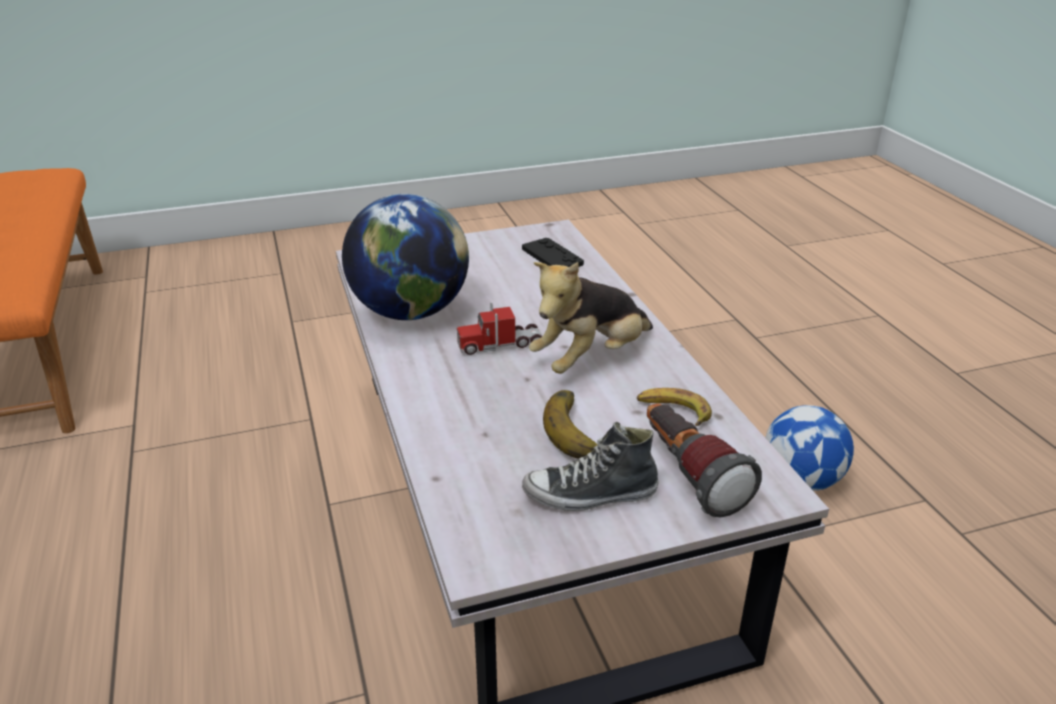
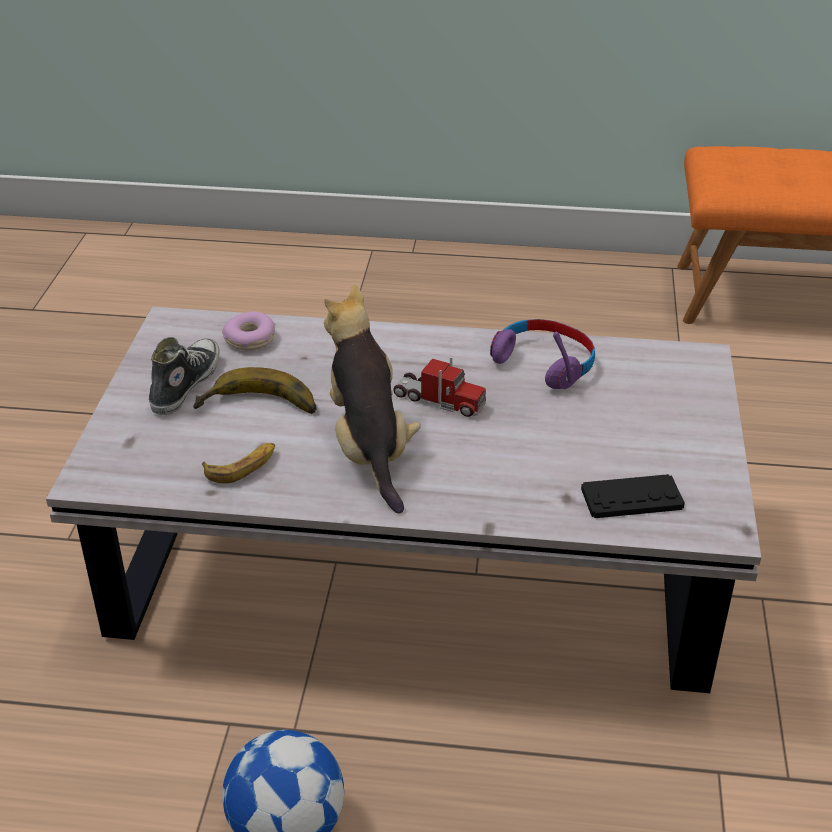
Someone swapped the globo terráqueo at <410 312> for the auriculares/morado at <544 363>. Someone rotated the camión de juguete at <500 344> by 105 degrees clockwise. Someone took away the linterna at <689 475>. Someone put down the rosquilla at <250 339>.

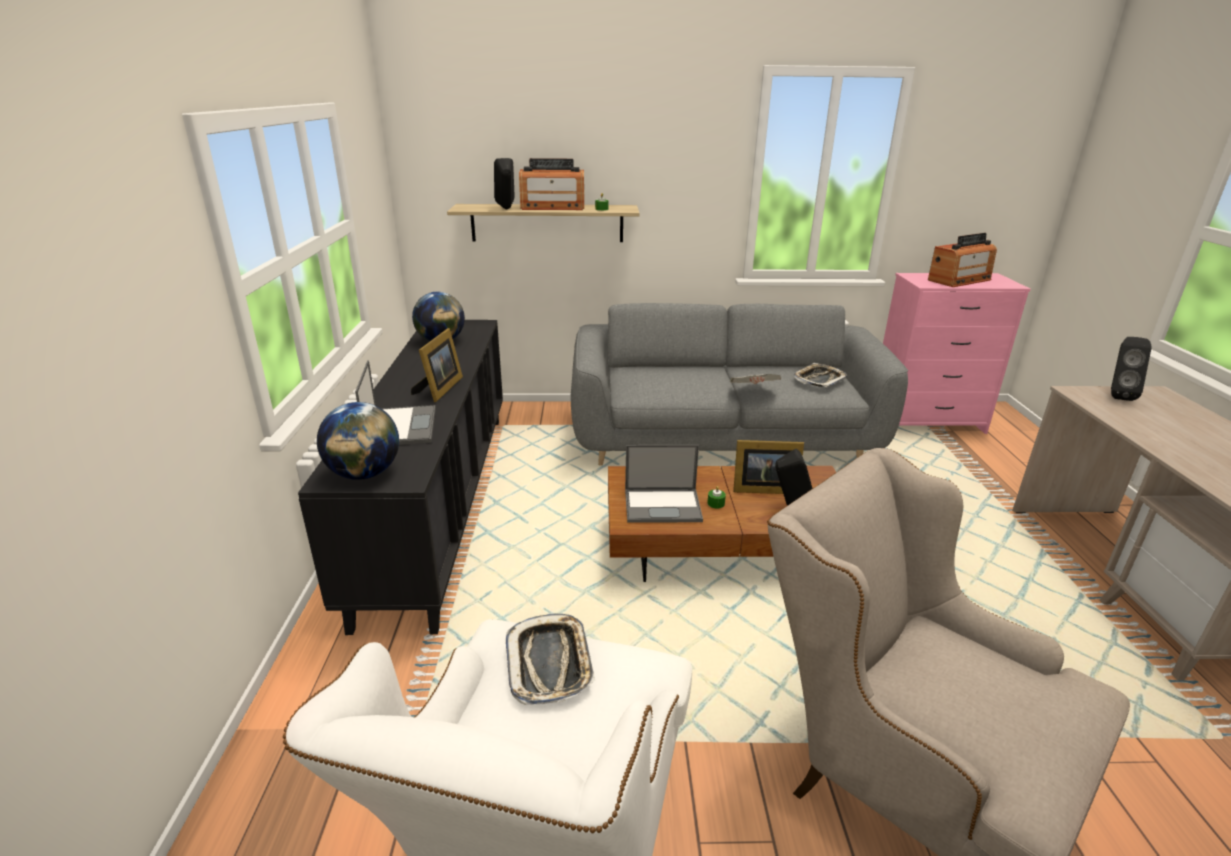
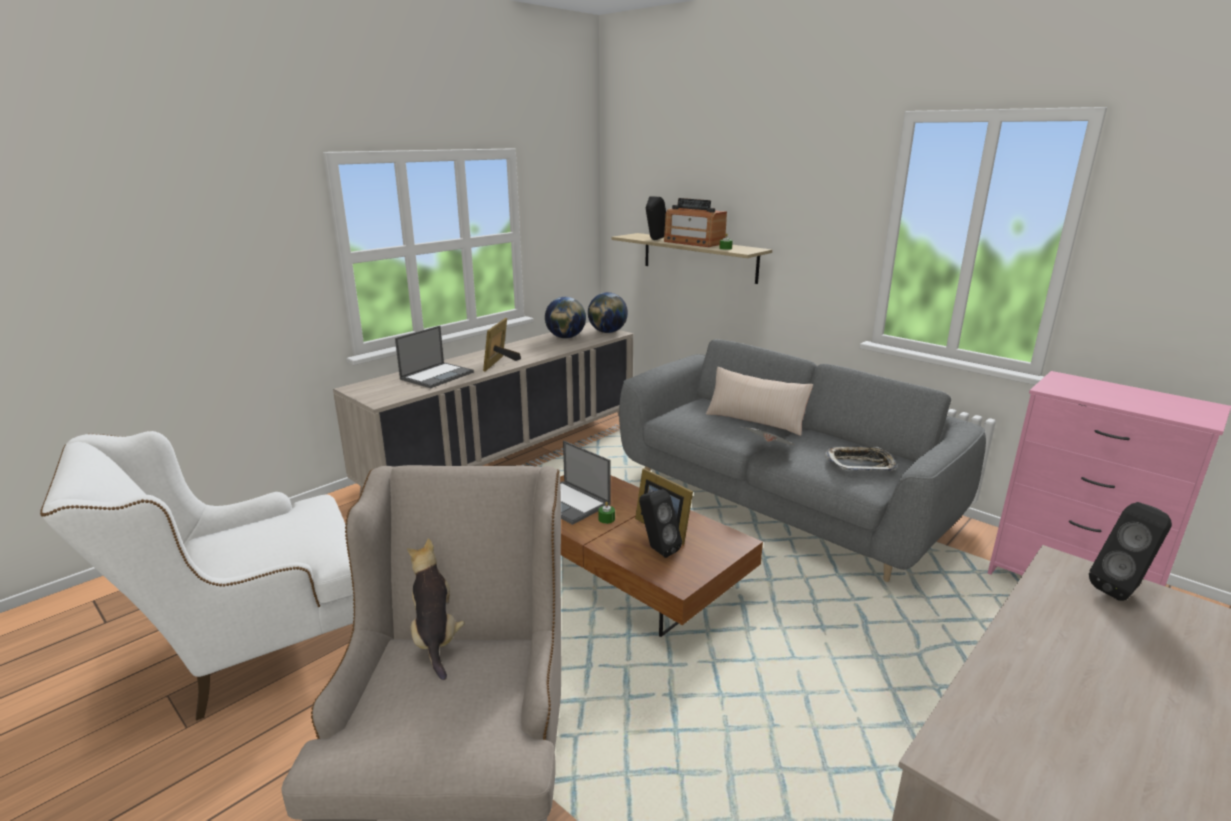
Someone took away the radio at <959 280>. Someone repainted the armario/negro at <439 504>, which became the armario/beis at <507 458>. Someone rotated the portarretratos at <440 389> by 135 degrees clockwise. Someone carried the globo terráqueo from <364 474> to <607 332>. Someone took away the bandeja at <550 663>. Someone put down the cojín/beis at <755 421>. Someone put down the peluche at <436 637>.

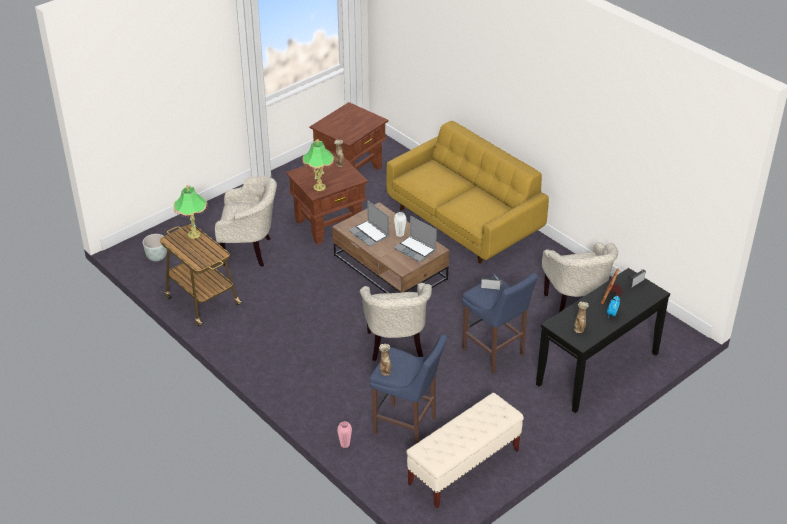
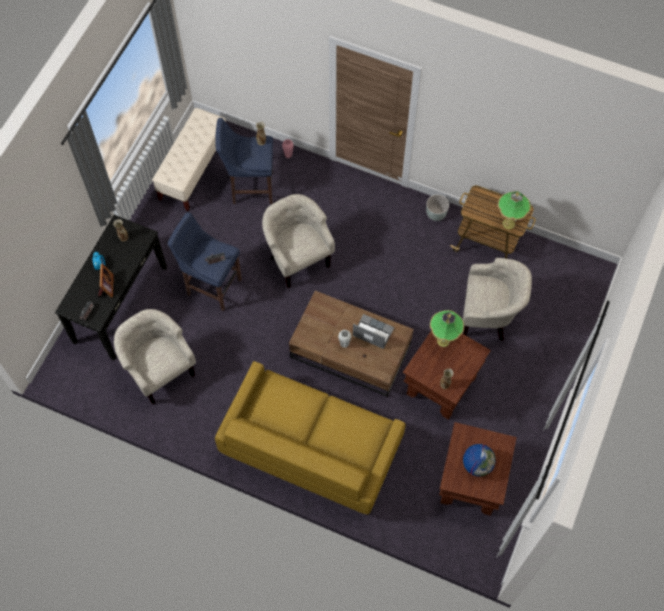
Someone rotated the sillón/beis at <250 251> by 150 degrees counterclockwise. Someone took away the portátil at <415 249>. Someone carried the maceta/gris from <157 257> to <435 214>. Someone put down the globo terráqueo at <477 464>.

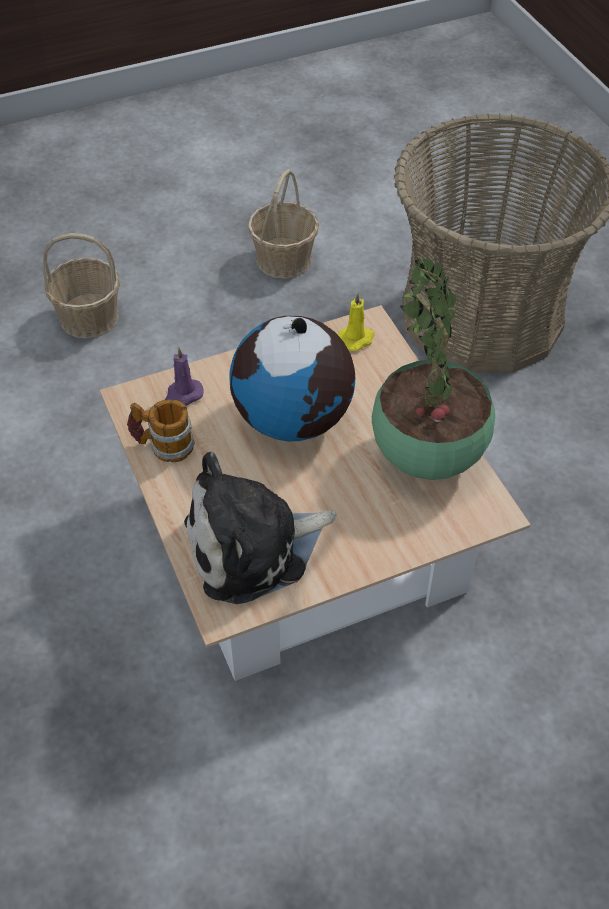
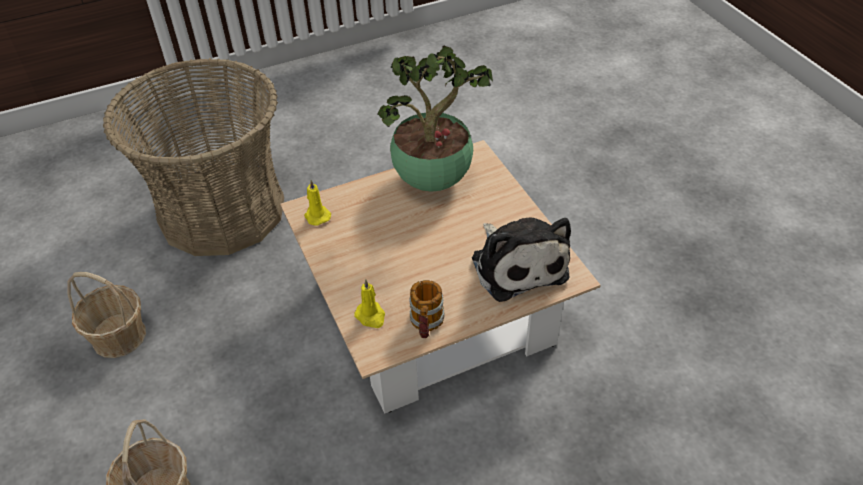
Someone took away the globo terráqueo at <294 419>. Someone repainted the vela/morado at <183 395>, which became the vela/amarillo at <371 316>.

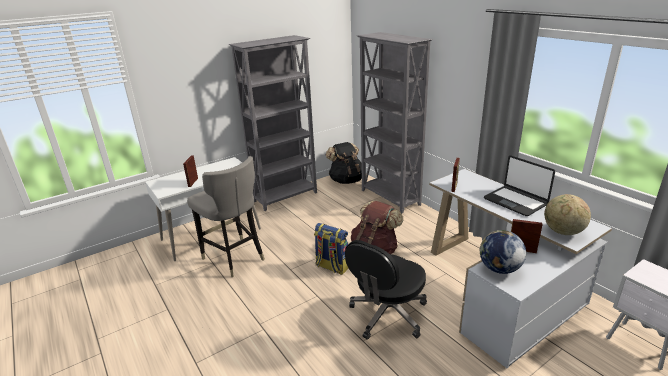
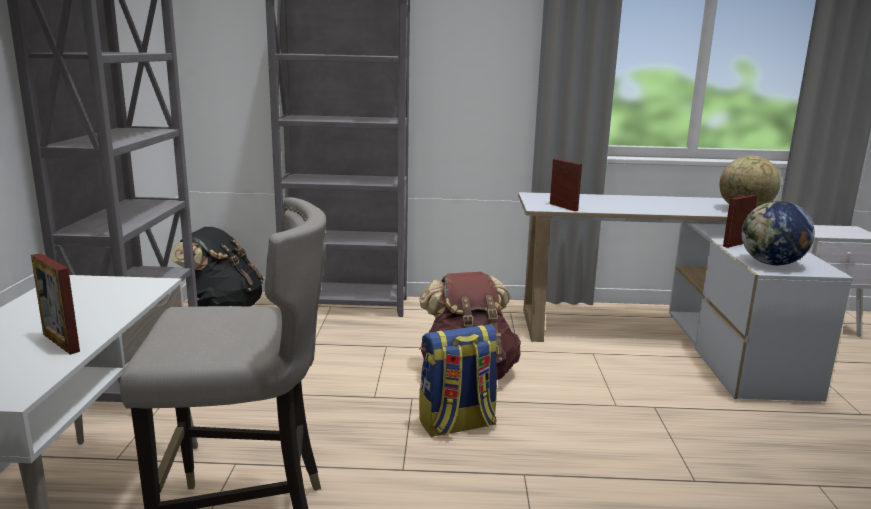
Someone took away the portátil at <515 201>. Someone took away the silla de oficina/negro at <387 315>.

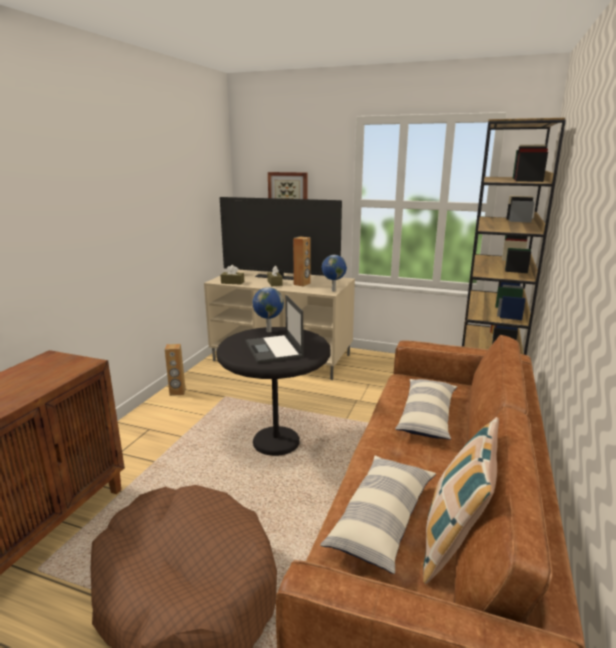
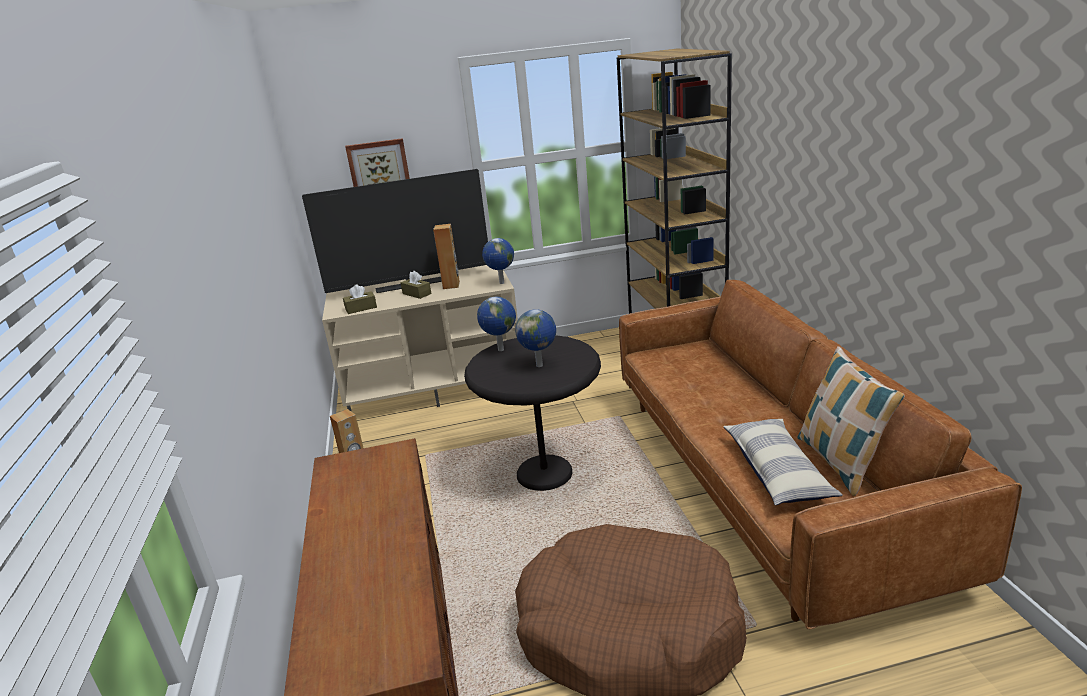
Someone swapped the portátil at <274 349> for the globo terráqueo at <540 365>. Someone took away the cojín at <427 417>.

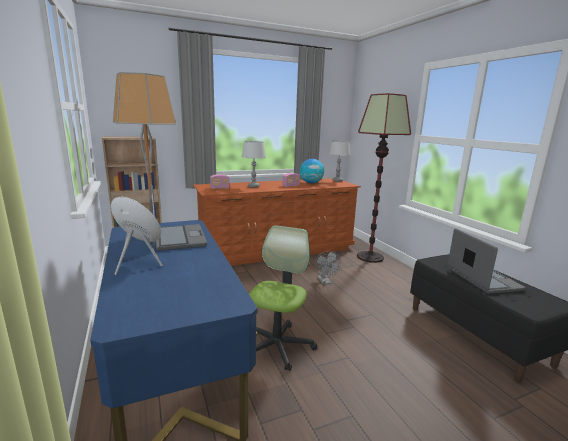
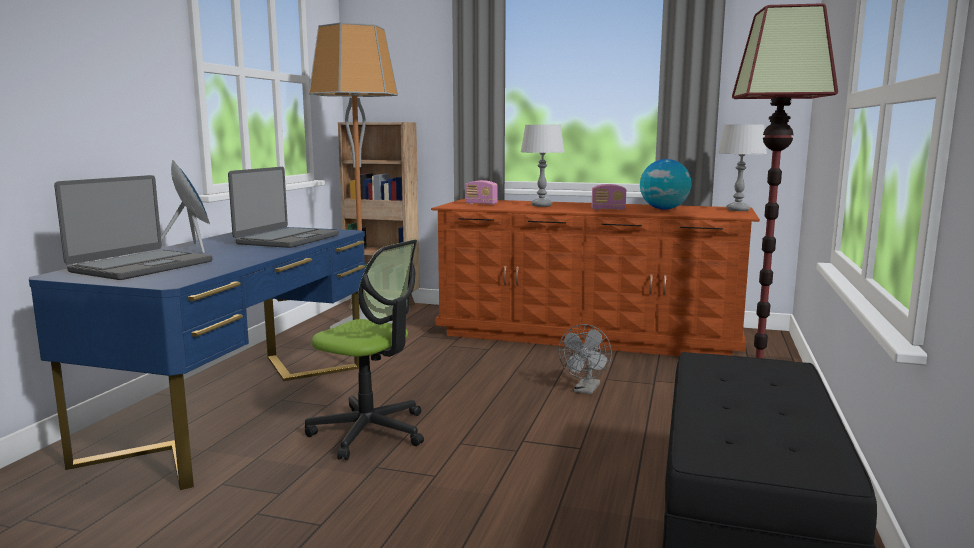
Someone rotated the silla de oficina at <277 346> by 60 degrees clockwise. Someone carried the portátil from <482 279> to <141 266>.

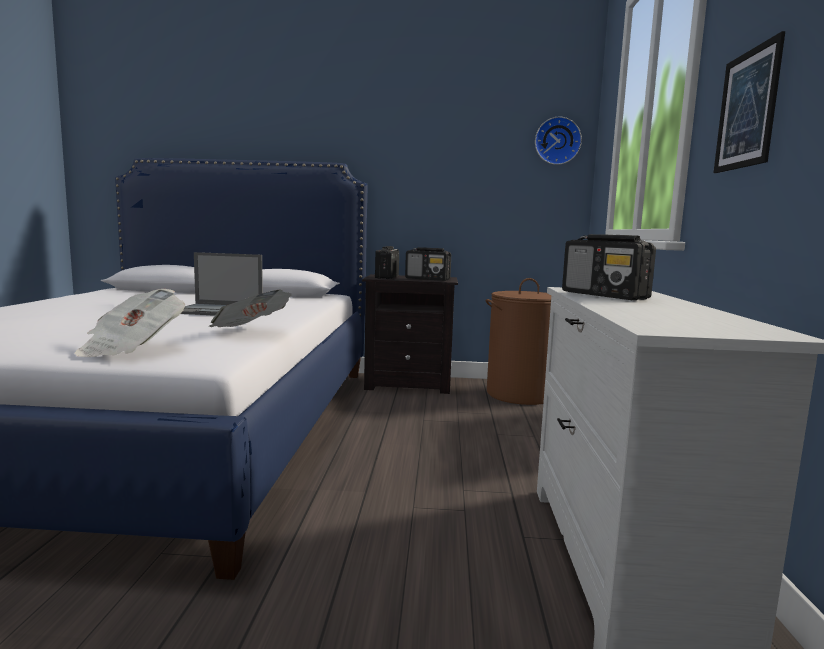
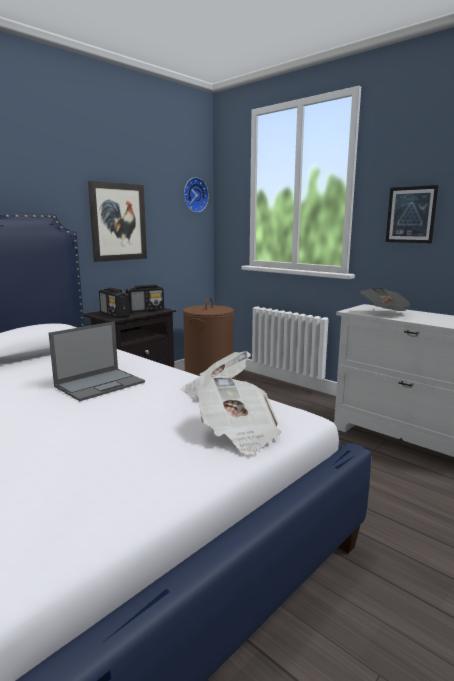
Someone swapped the radio at <605 295> for the periódico at <385 313>. Someone put up the cuadro at <118 222>.

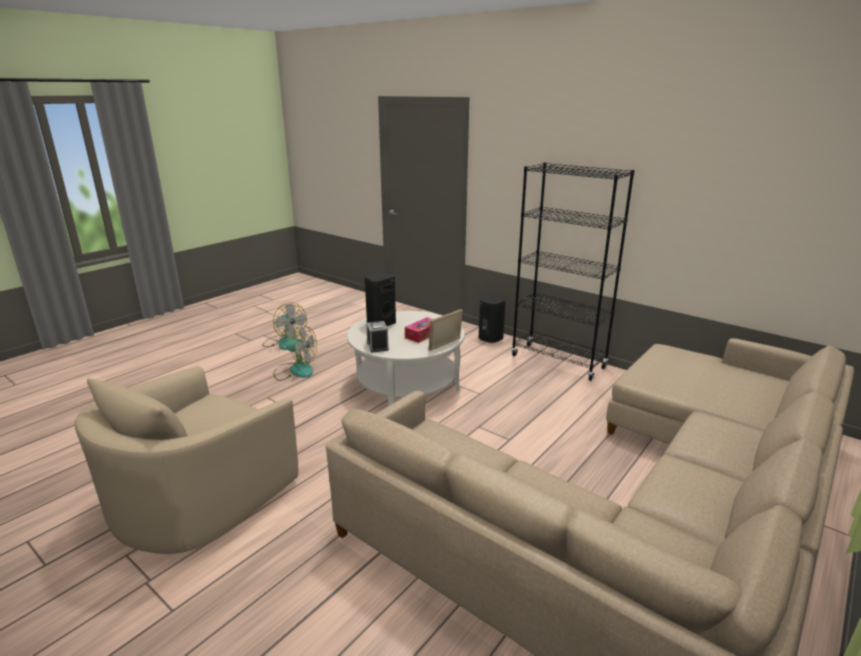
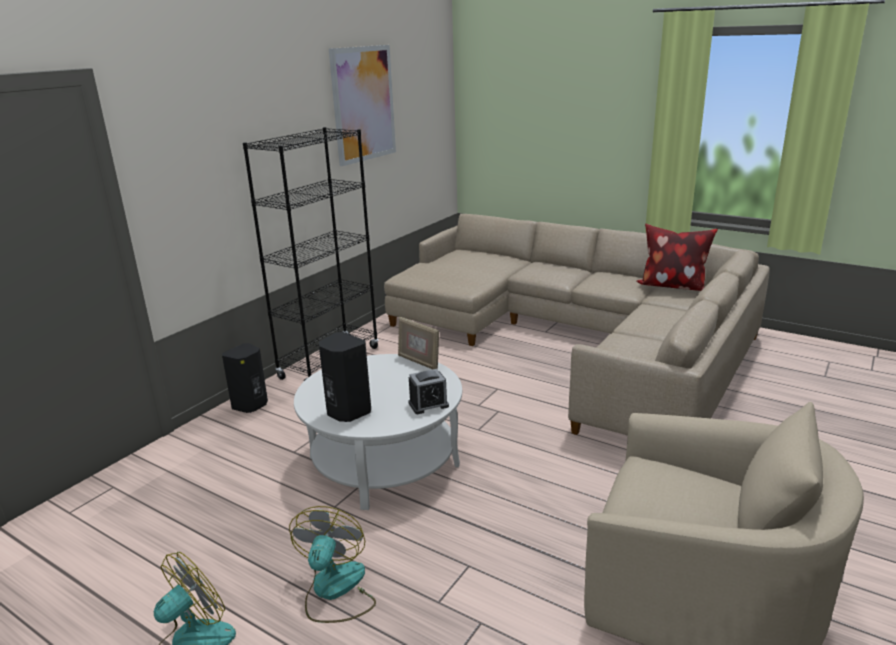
Someone took away the caja de pañuelos at <422 335>. Someone put up the cuadro at <363 104>. Someone put down the cojín at <672 286>.

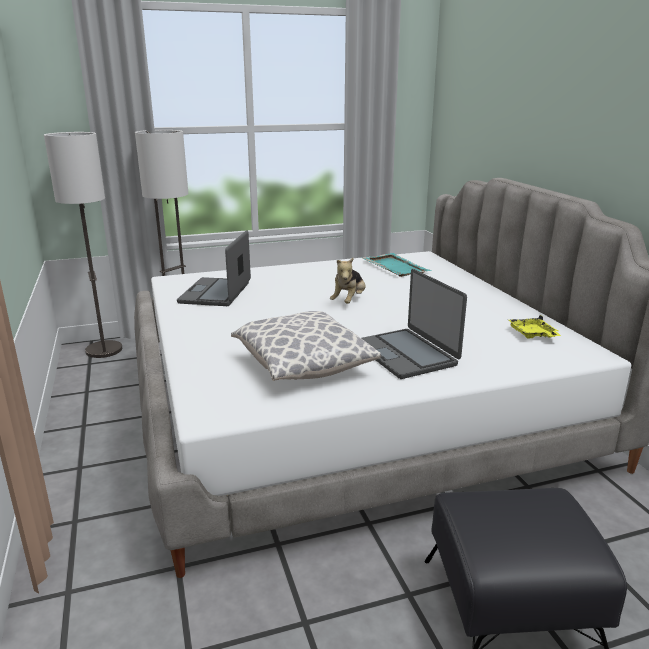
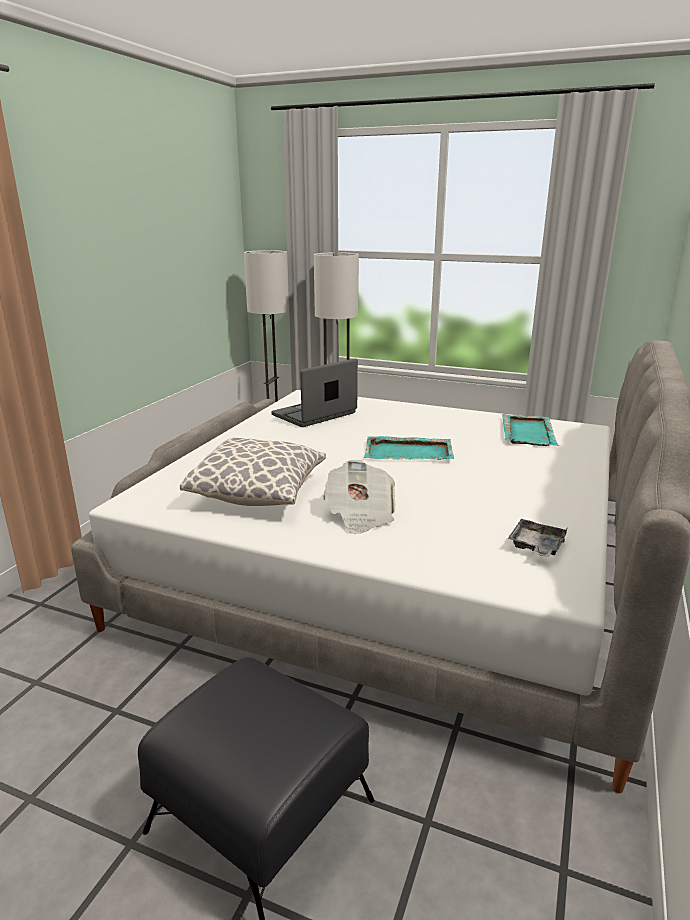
Someone swapped the peluche at <349 301> for the bandeja/turquesa at <409 452>. Someone swapped the portátil at <406 354> for the periódico at <360 515>. Someone repainted the bandeja/amarillo at <532 334>, which became the bandeja/gris at <536 546>.

